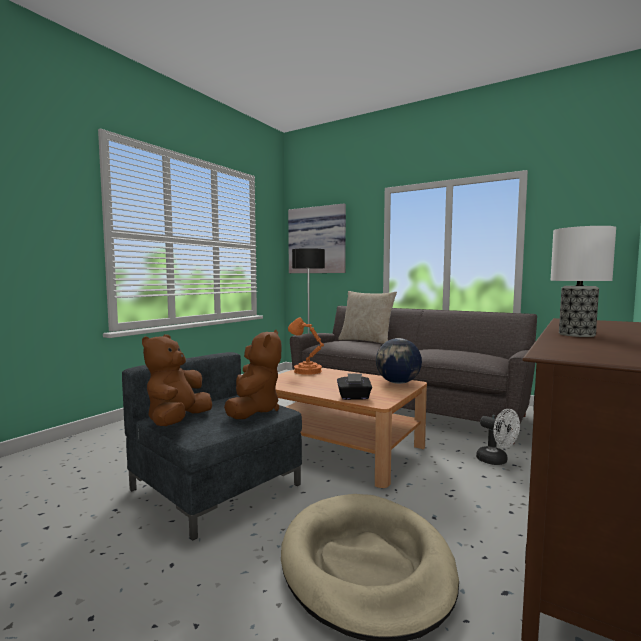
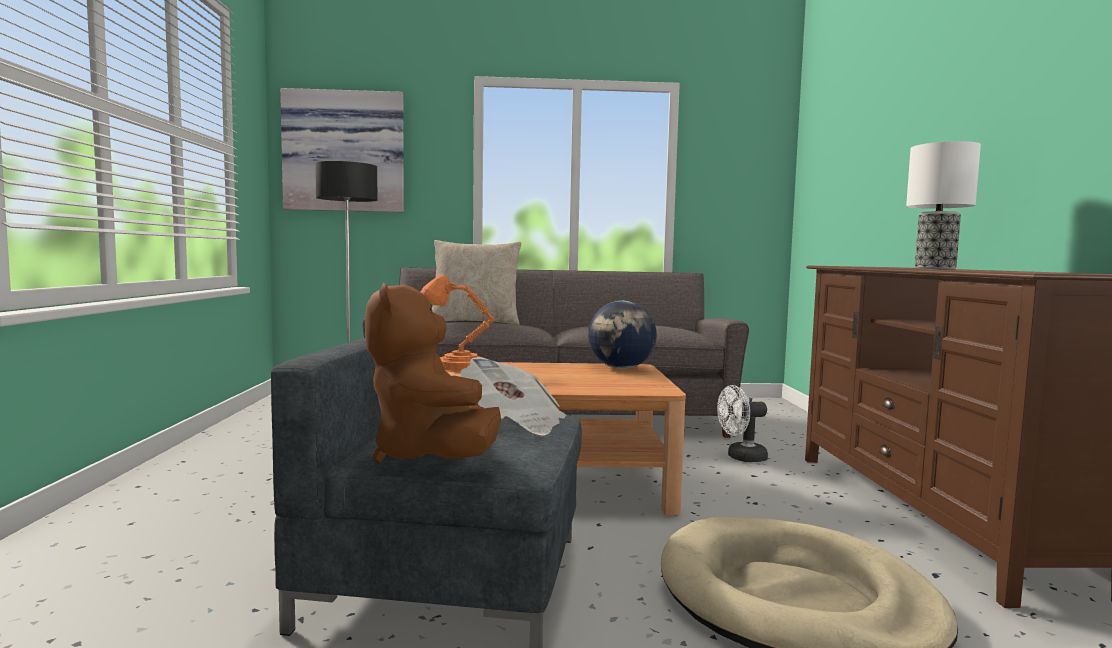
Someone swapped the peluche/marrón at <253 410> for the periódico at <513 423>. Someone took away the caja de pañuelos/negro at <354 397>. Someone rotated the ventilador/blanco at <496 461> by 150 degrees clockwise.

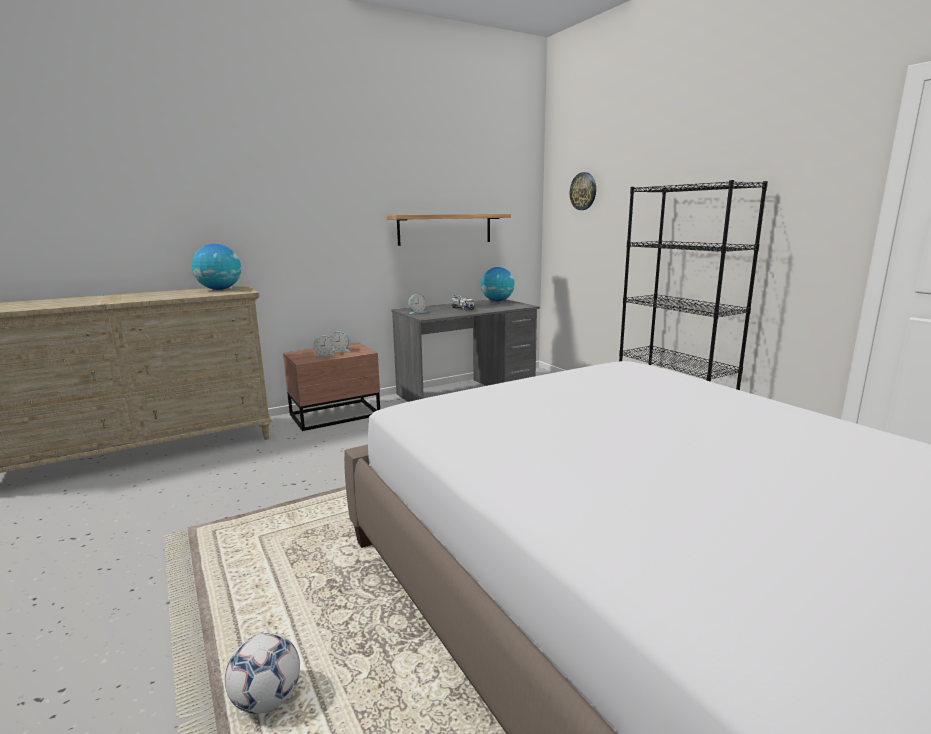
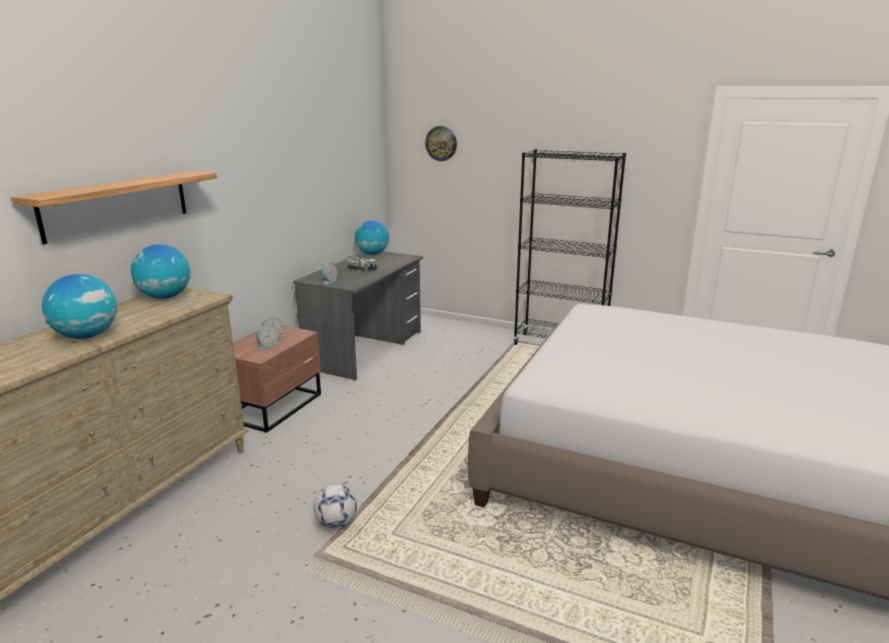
Someone carried the estante from <445 229> to <117 204>. Someone carried the balón de fútbol from <267 699> to <336 523>. Someone put down the globo terráqueo at <87 336>.

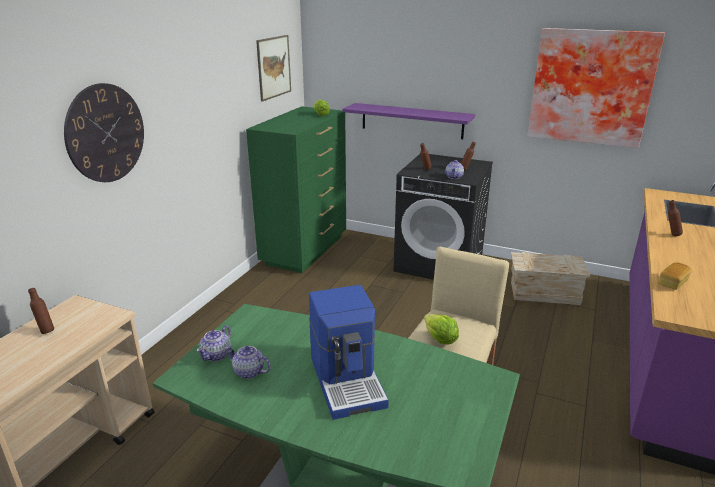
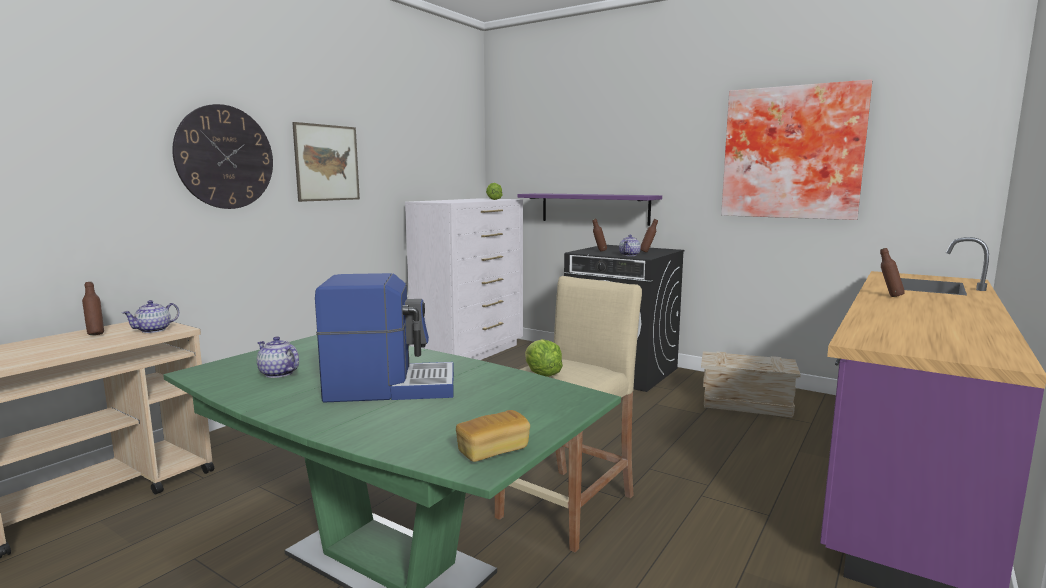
Someone carried the cuadro from <274 67> to <327 163>. Someone repainted the cómoda/verde at <306 250>, which became the cómoda/blanco at <471 353>. Someone carried the pan from <673 283> to <493 451>. Someone rotated the cafetera at <348 381> by 90 degrees counterclockwise. Someone carried the tetera from <217 355> to <154 330>.

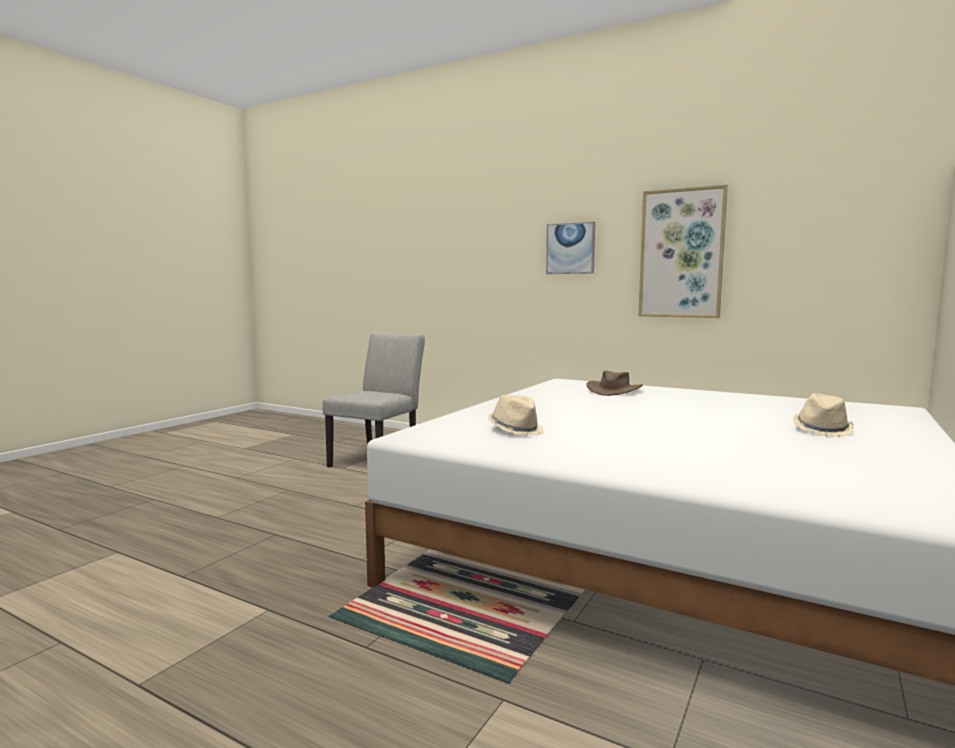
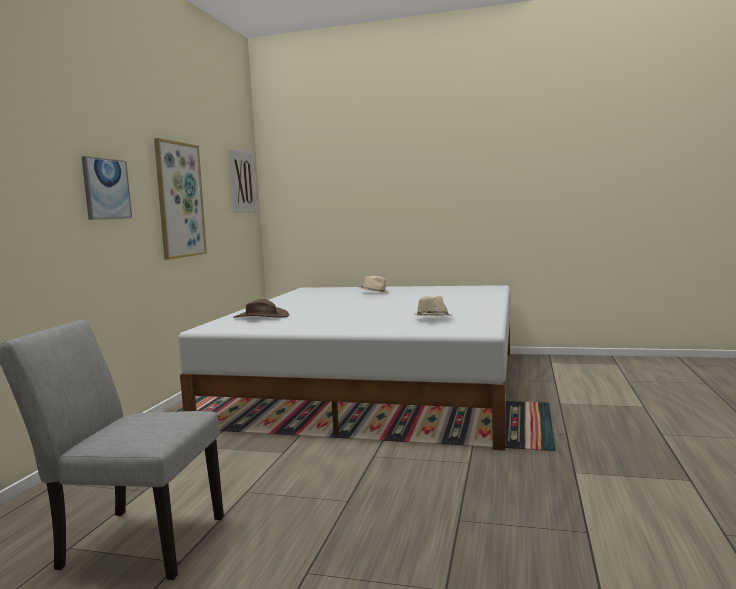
Someone put up the cuadro at <242 182>.

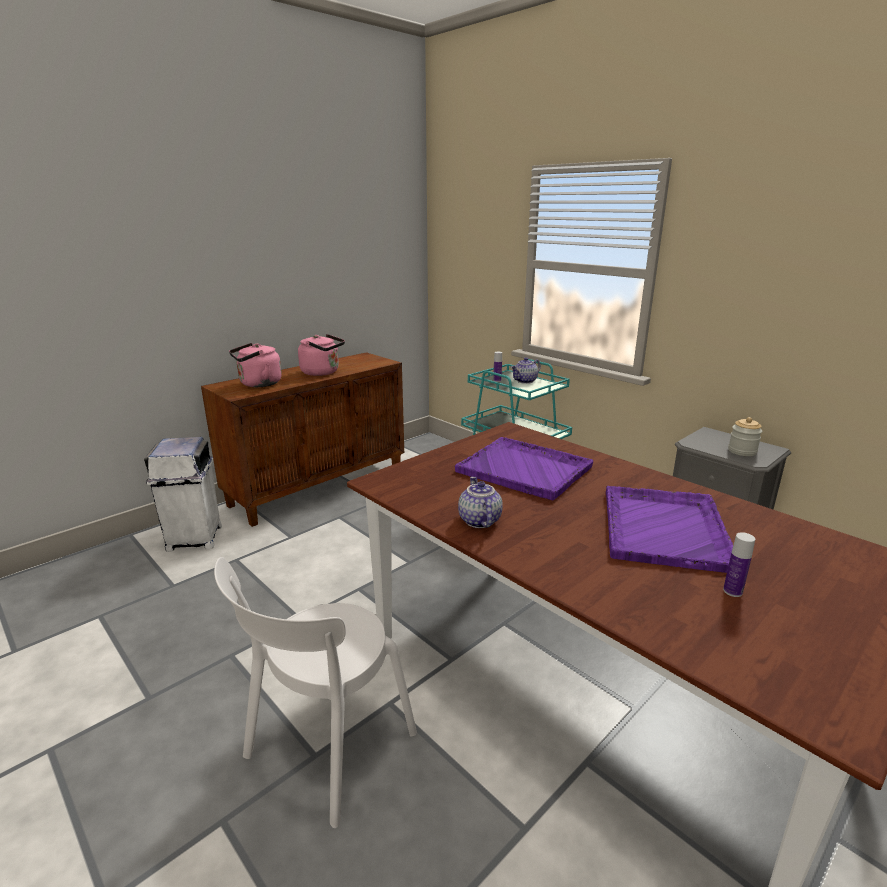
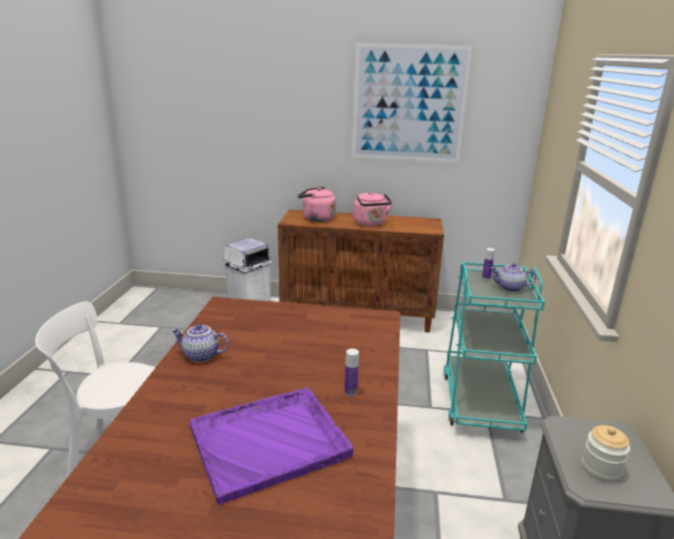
Someone took away the bandeja/morado at <525 470>. Someone rotated the tetera at <478 520> by 120 degrees counterclockwise. Someone carried the botella from <732 591> to <350 392>. Someone put up the cuadro at <409 104>.

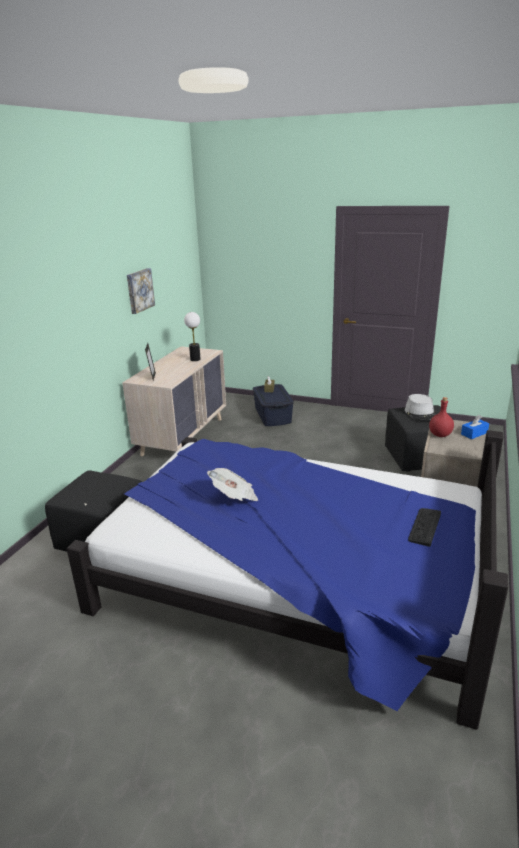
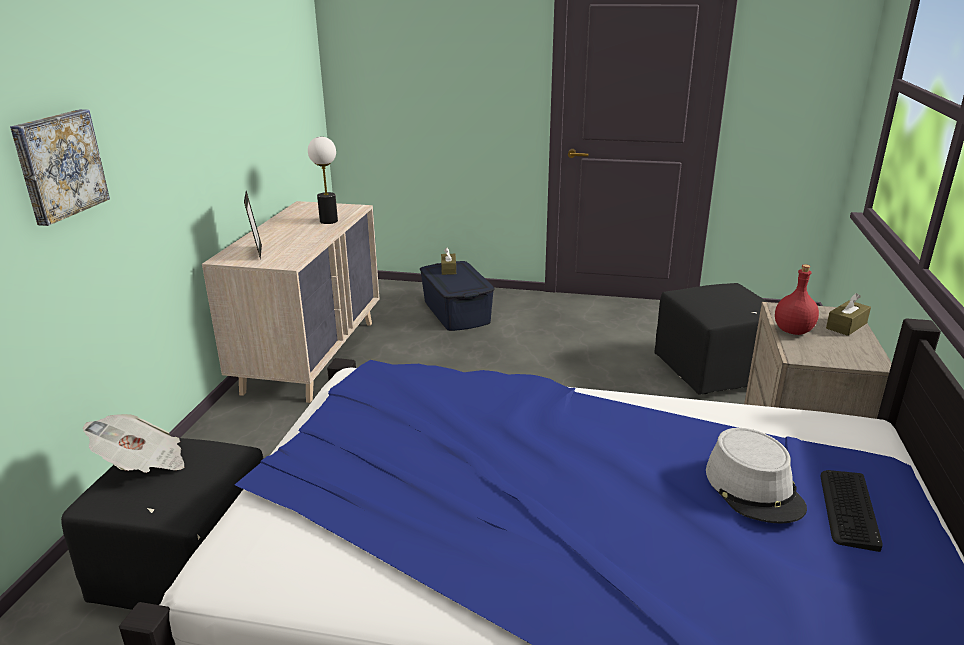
Someone carried the cuadro from <139 290> to <58 165>. Someone carried the sombrero/gris from <420 413> to <754 488>. Someone repainted the caja de pañuelos/azul at <474 433>, which became the caja de pañuelos/marrón at <846 326>. Someone carried the periódico from <234 496> to <143 463>.

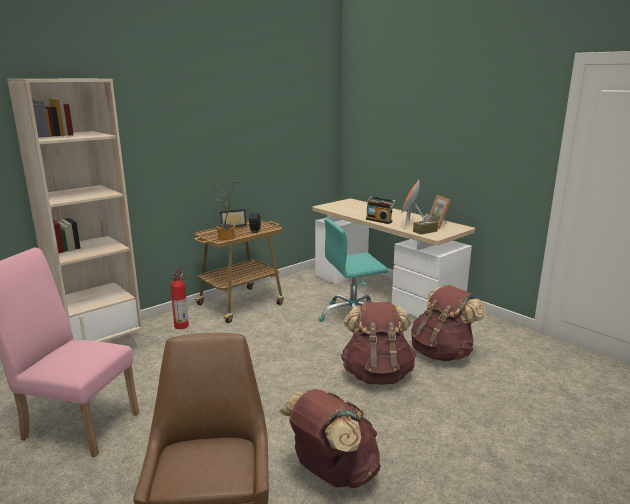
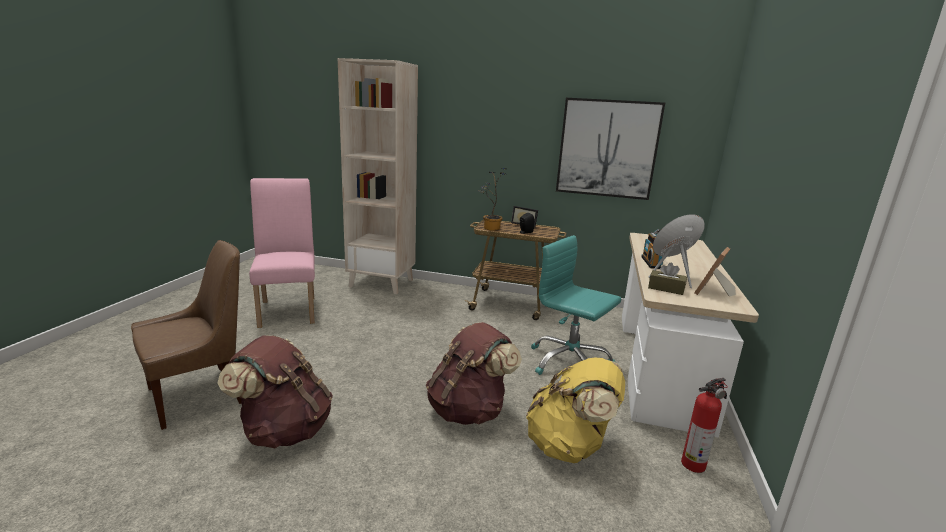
Someone carried the extintor from <182 325> to <694 464>. Someone repainted the mochila/marrón at <442 353>, which became the mochila/amarillo at <570 446>. Someone put up the cuadro at <607 148>.

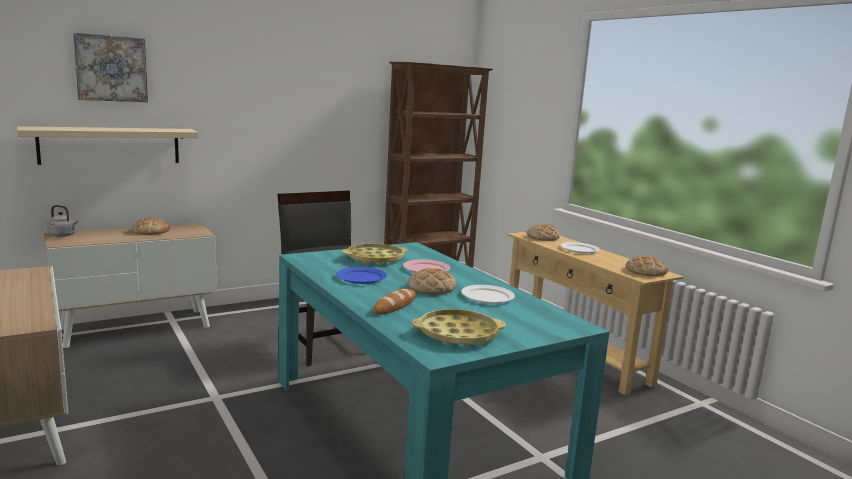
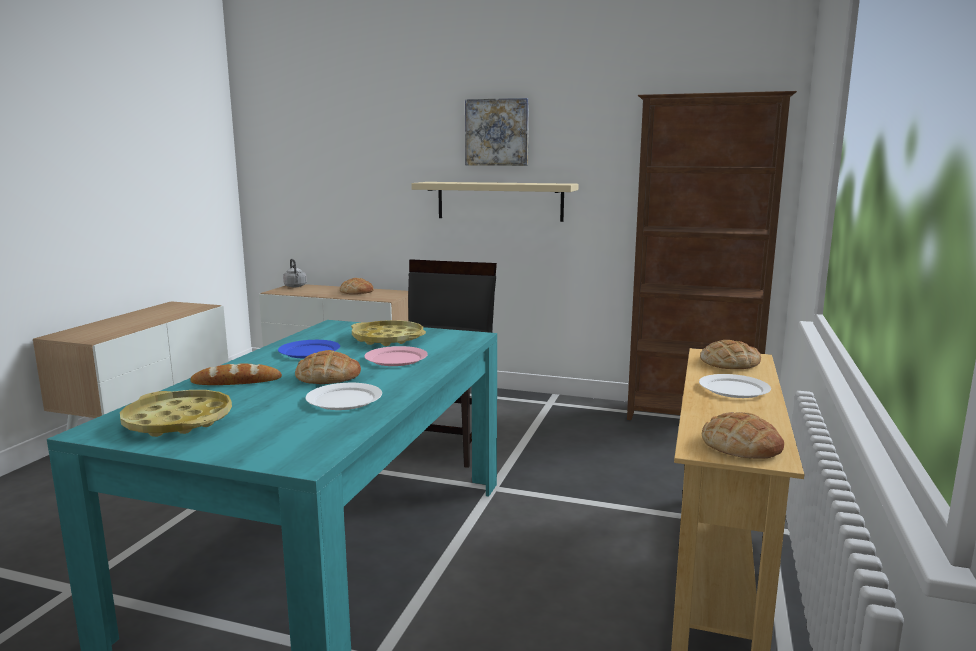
Someone carried the cuadro from <111 68> to <497 132>. Someone carried the estante/beis from <110 145> to <499 201>.

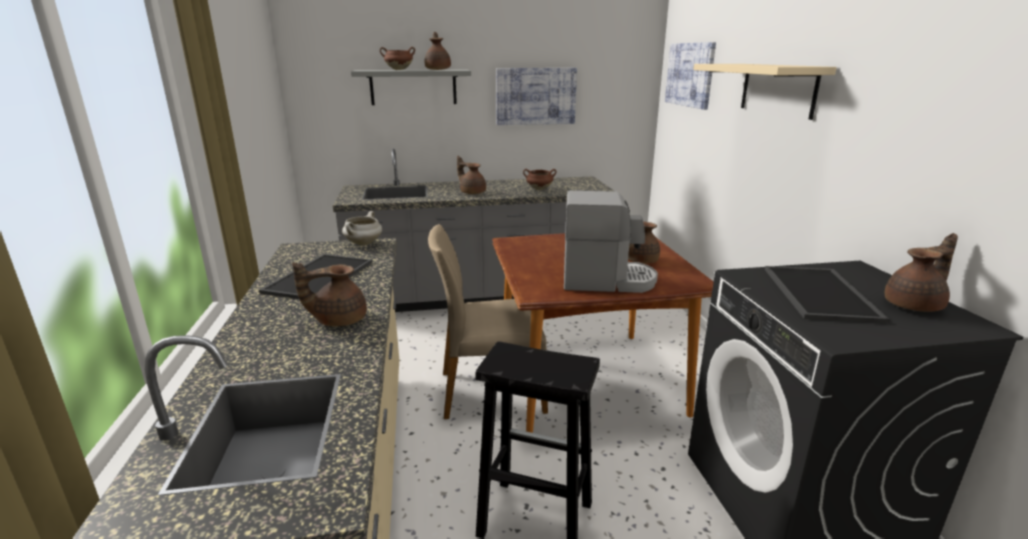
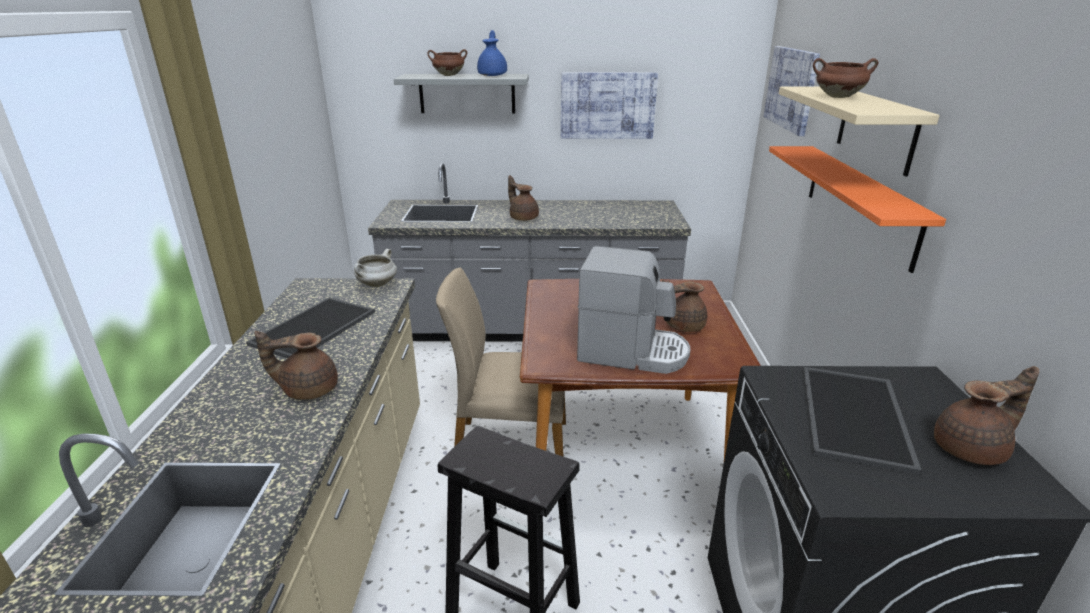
Someone repainted the tetera/marrón at <438 69>, which became the tetera/azul at <493 75>. Someone carried the olla/marrón from <539 189> to <837 97>. Someone put up the estante/naranja at <859 202>.

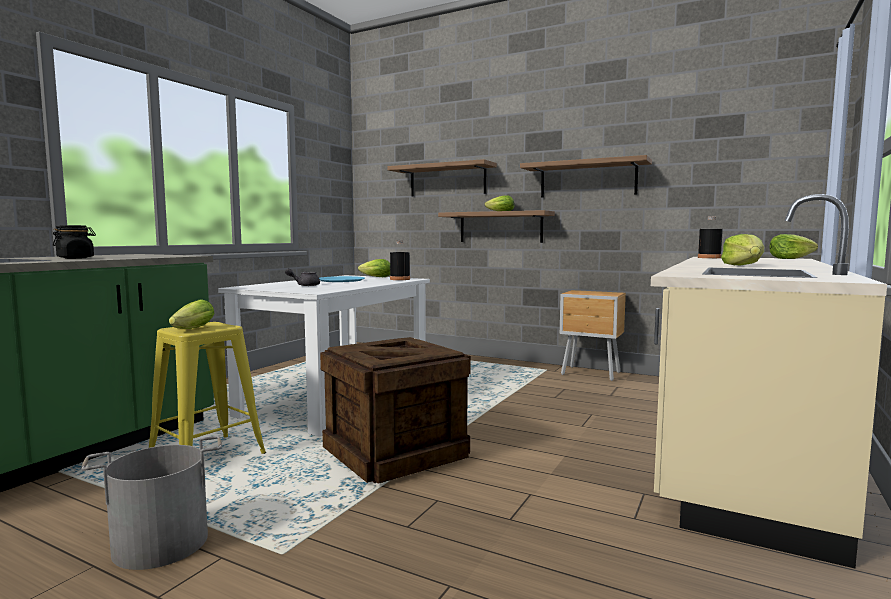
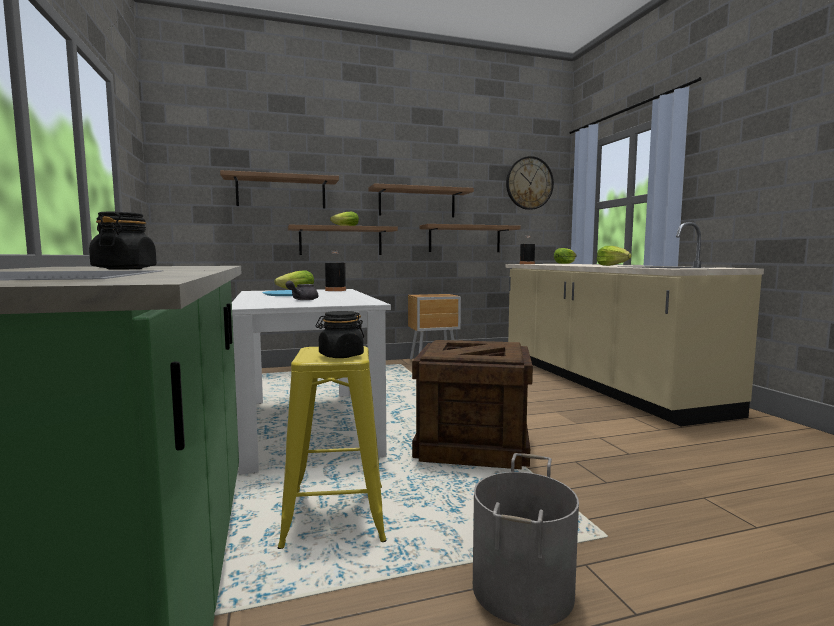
Someone swapped the lechuga at <191 329> for the tarro/negro at <340 356>. Someone put up the reloj de pared at <529 183>. Someone put up the estante at <464 239>.

